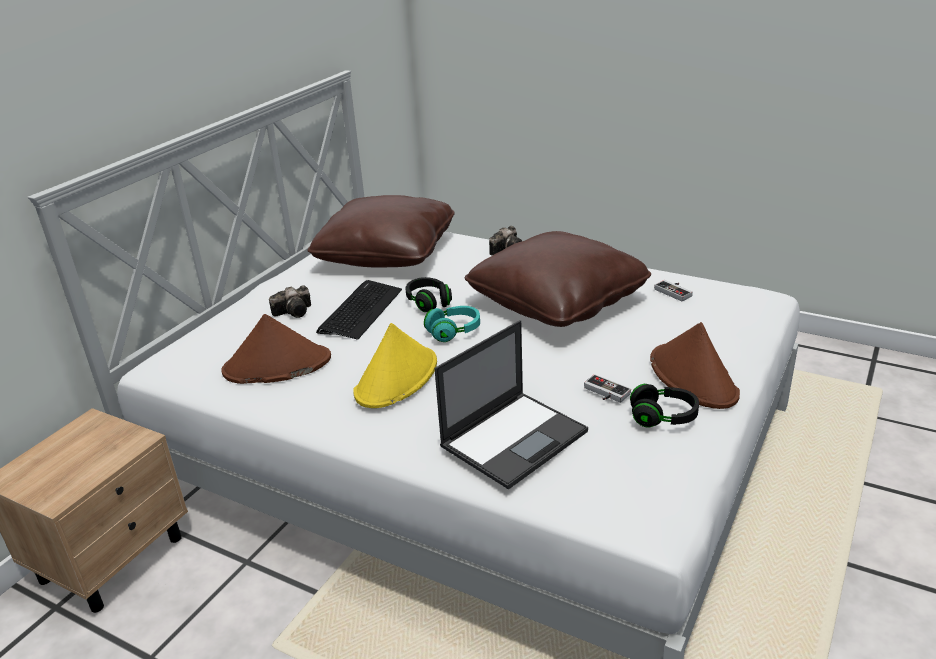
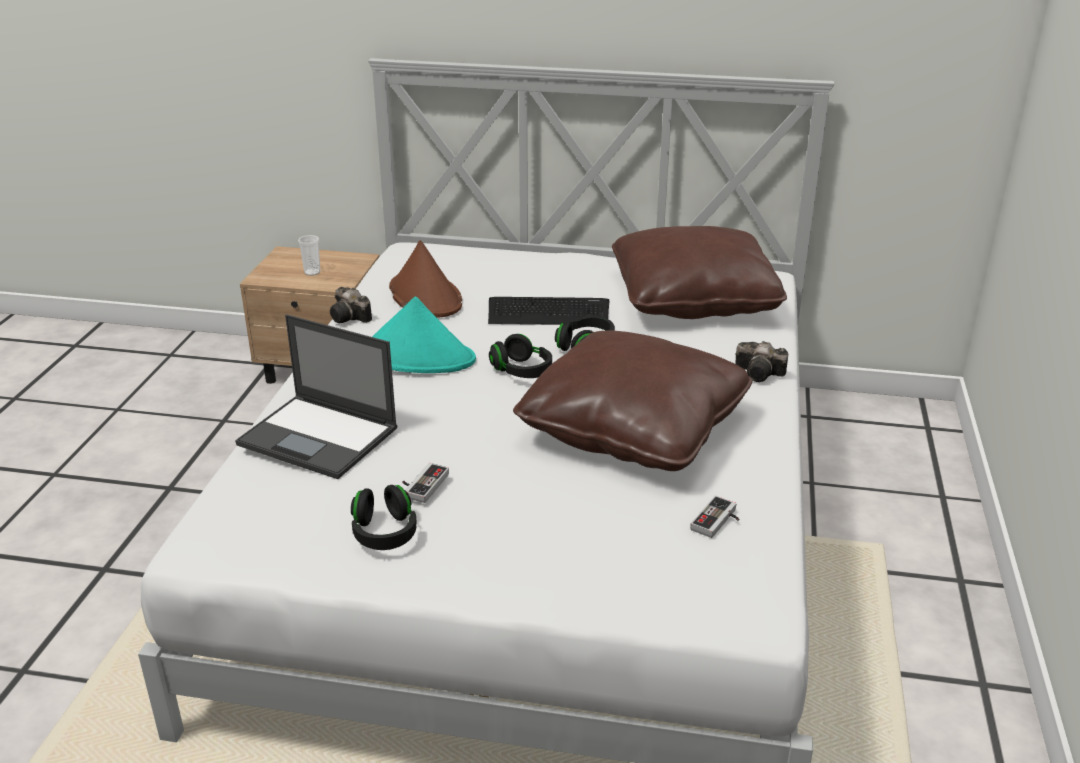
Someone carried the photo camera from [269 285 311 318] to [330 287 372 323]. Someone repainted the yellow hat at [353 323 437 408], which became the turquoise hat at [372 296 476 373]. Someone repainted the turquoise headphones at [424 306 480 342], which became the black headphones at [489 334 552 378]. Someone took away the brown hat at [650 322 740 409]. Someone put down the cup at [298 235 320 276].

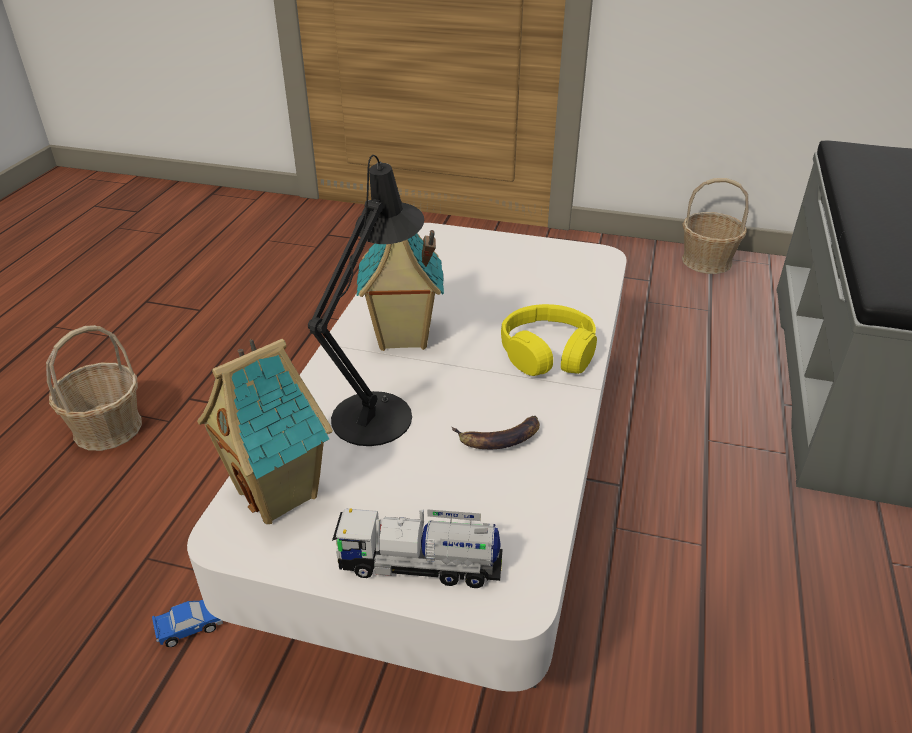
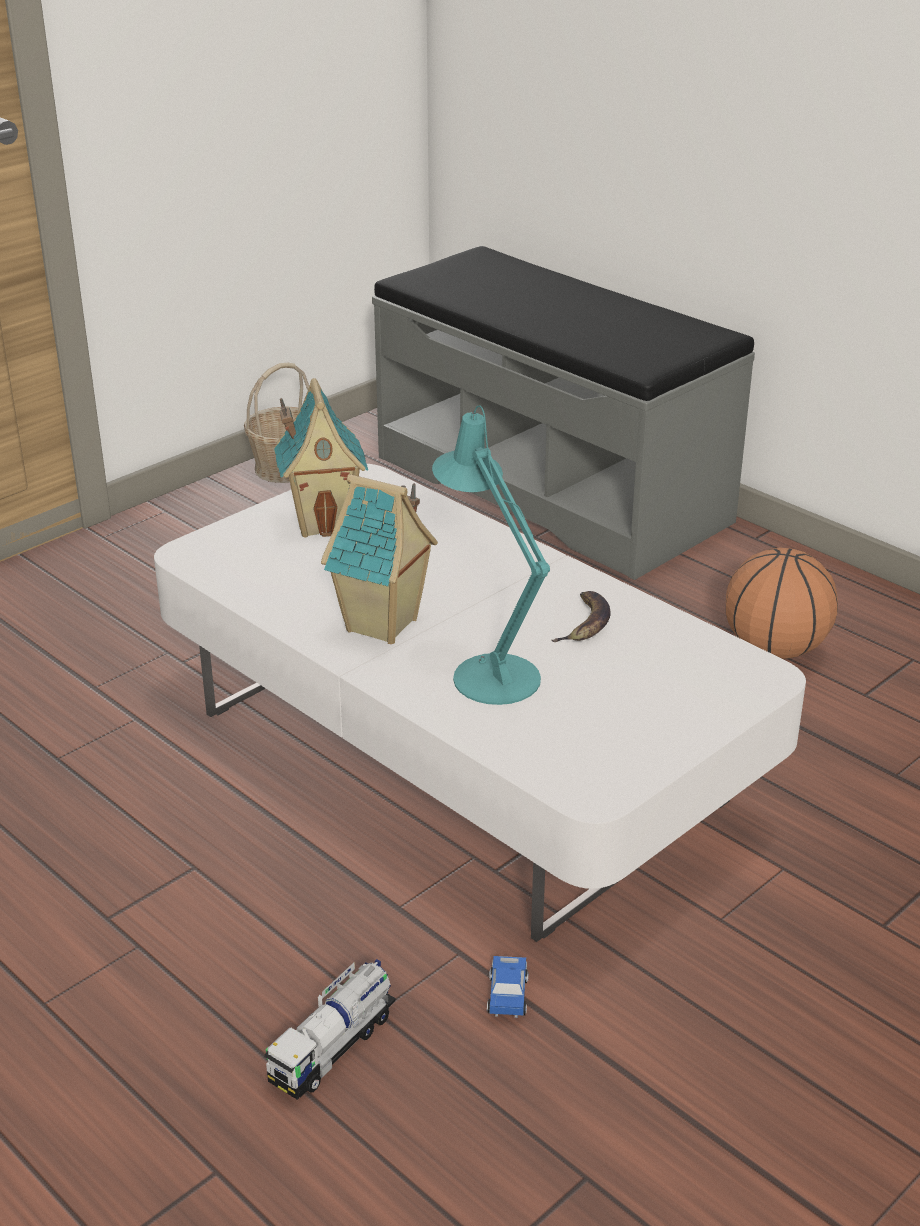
Someone took away the basket at [46 325 142 451]. Someone carried the toy house from [197 339 333 524] to [274 378 368 538]. Someone repainted the black table lamp at [308 155 424 446], which became the turquoise table lamp at [432 405 550 705]. Someone carried the toy truck from [332 509 503 588] to [264 959 396 1100]. Someone took away the yellow headphones at [501 304 597 376]. Someone put down the basketball at [726 548 838 659].

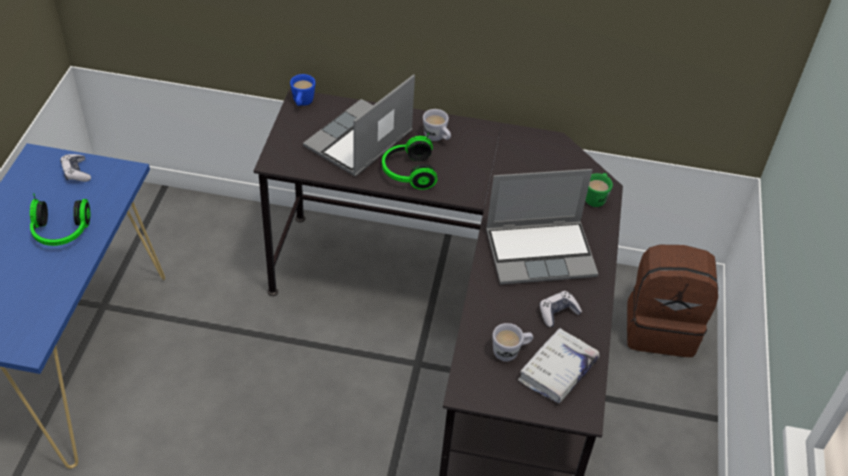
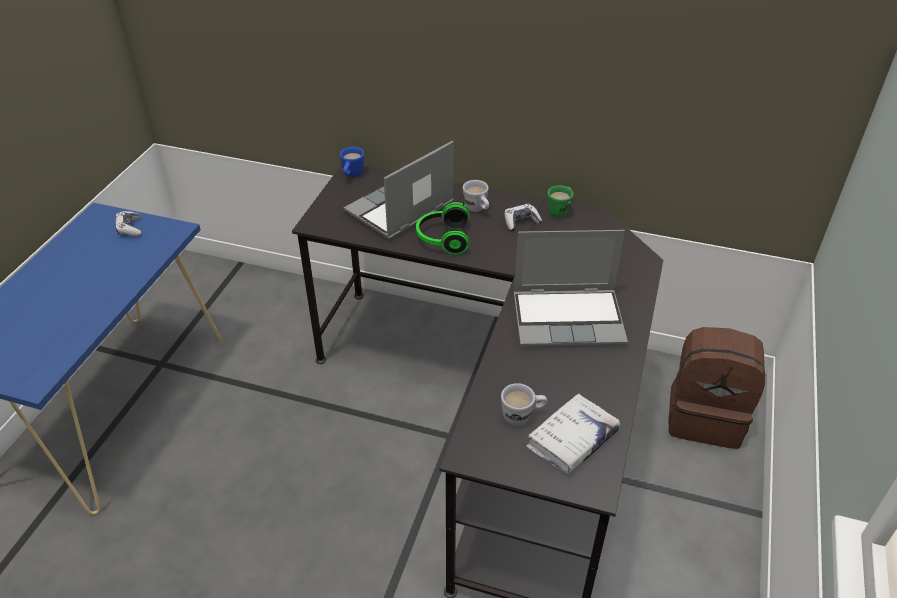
Someone took away the headphones at [30 193 90 246]. Someone carried the game controller from [539 291 582 327] to [505 204 542 231]. Someone carried the green mug from [585 173 613 207] to [547 185 574 218].

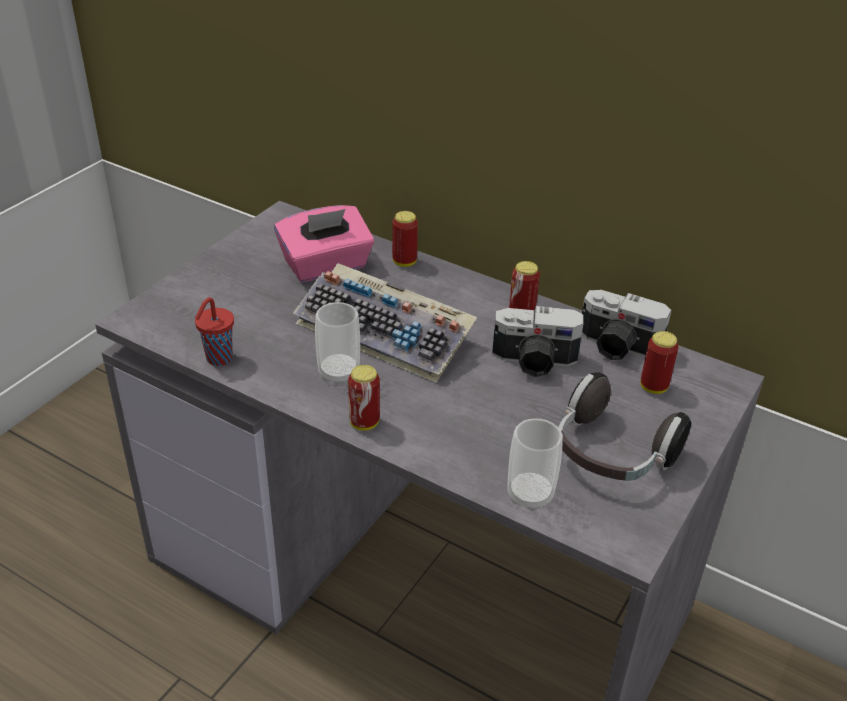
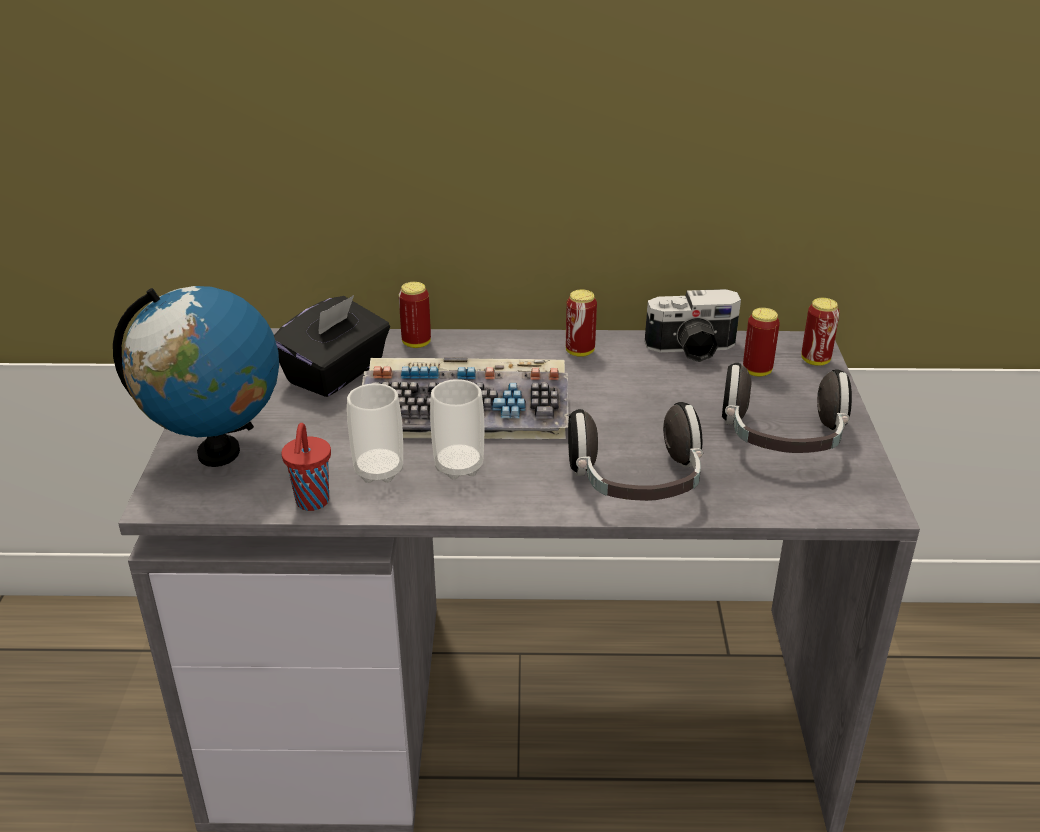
Someone repainted the pink tissue box at [274 205 374 282], which became the black tissue box at [274 295 390 397]. Someone carried the can from [348 365 380 431] to [801 298 840 366]. Someone took away the photo camera at [492 306 584 377]. Someone carried the cup from [508 418 563 511] to [347 383 403 483]. Someone put down the globe at [113 286 279 467]. Someone put down the headphones at [568 402 703 501].

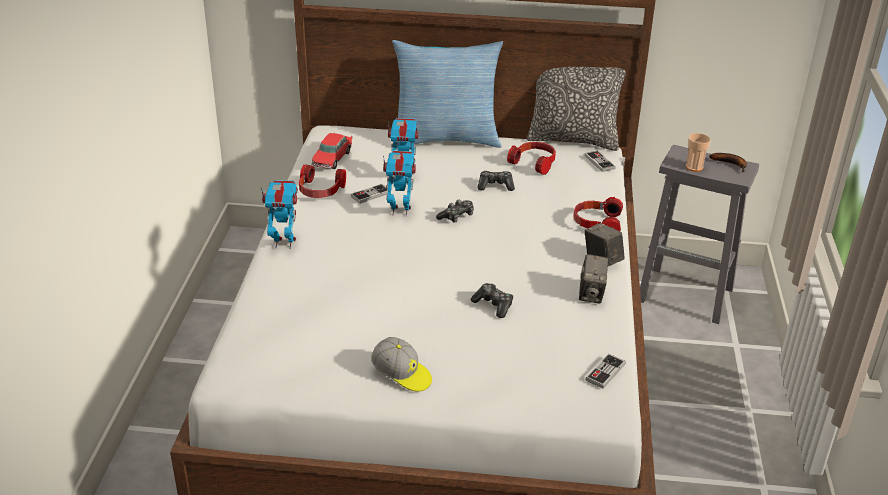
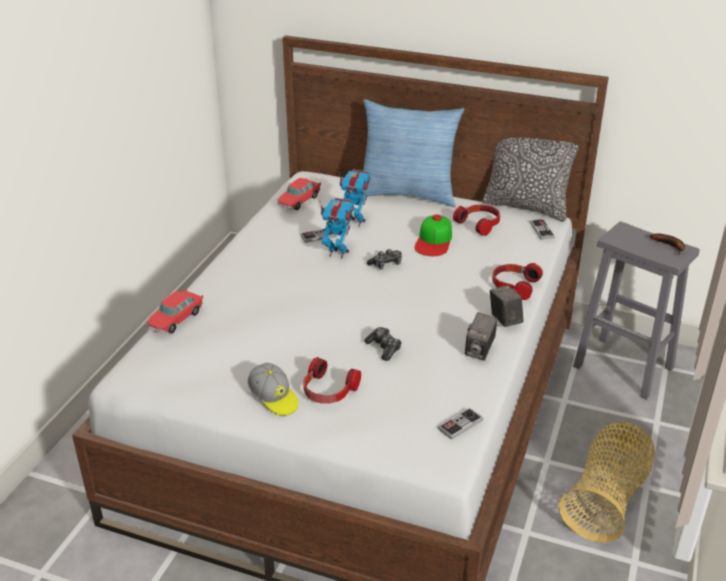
Someone took away the toy robot at [261 180 298 249]. Someone carried the headphones from [299 164 346 198] to [303 357 361 404]. Someone swapped the game controller at [478 171 515 191] for the cap at [414 215 452 256]. Someone took away the cup at [686 133 711 172]. Someone put down the toy car at [147 289 203 333]. Someone put down the basket at [559 422 655 543].

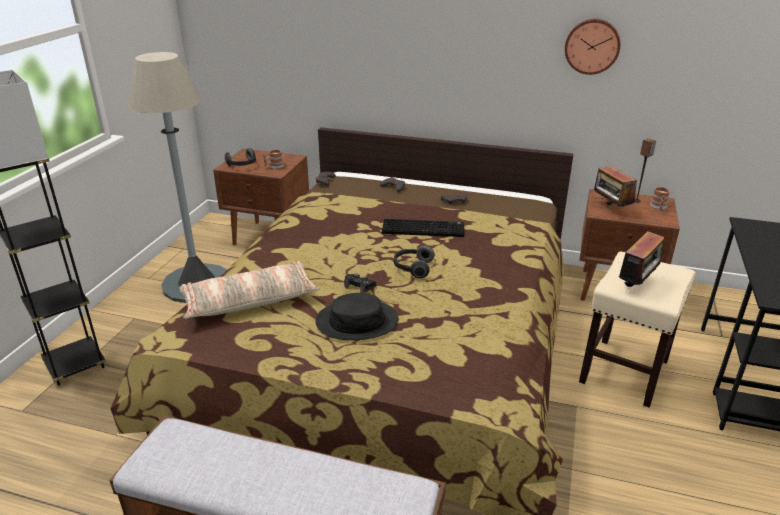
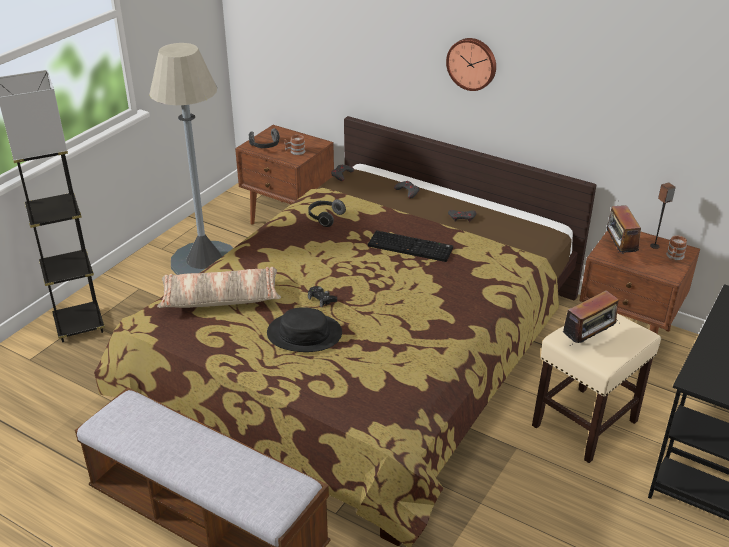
Someone carried the headphones from [394 245 435 278] to [308 199 346 227]. Someone carried the wall clock from [565 19 620 75] to [446 38 496 91].

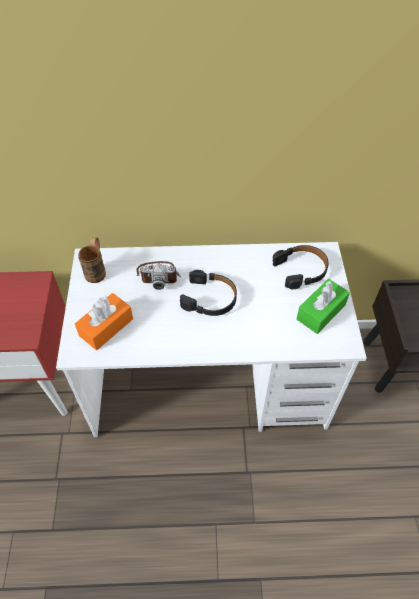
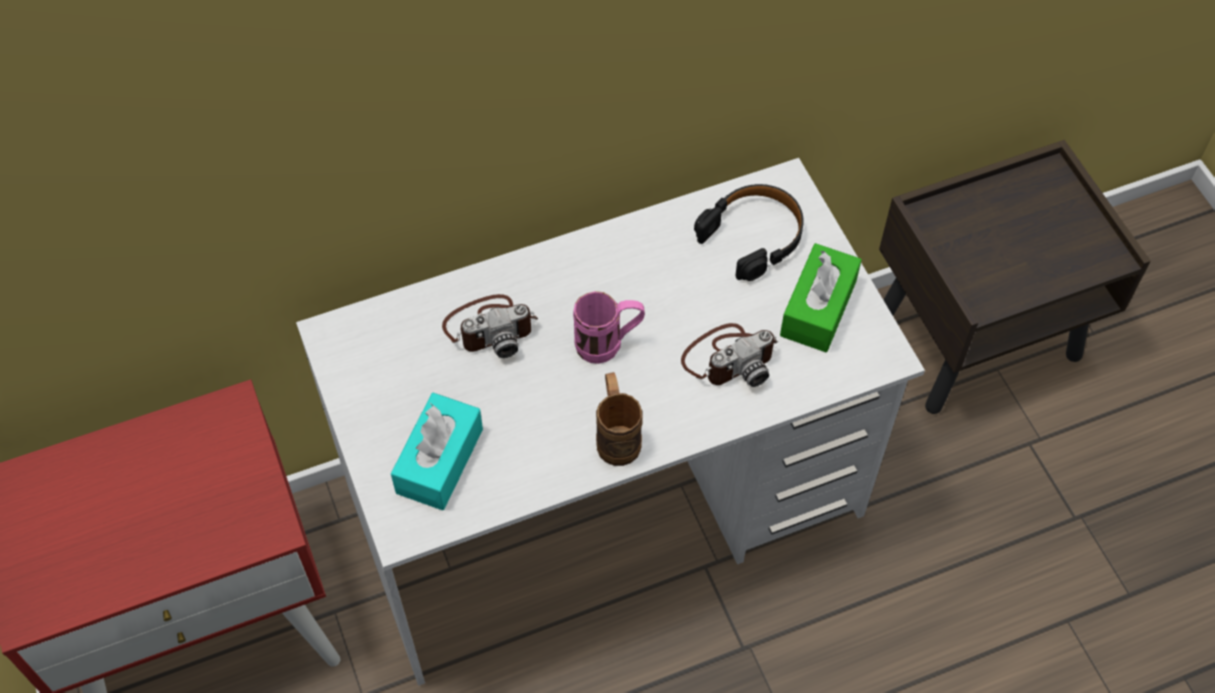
Someone repainted the orange tissue box at [75 293 133 350], which became the turquoise tissue box at [391 393 483 510]. Someone carried the brown mug from [78 237 106 283] to [596 372 643 466]. Someone swapped the black headphones at [180 270 237 316] for the pink mug at [573 291 645 364]. Someone put down the photo camera at [681 323 778 387].

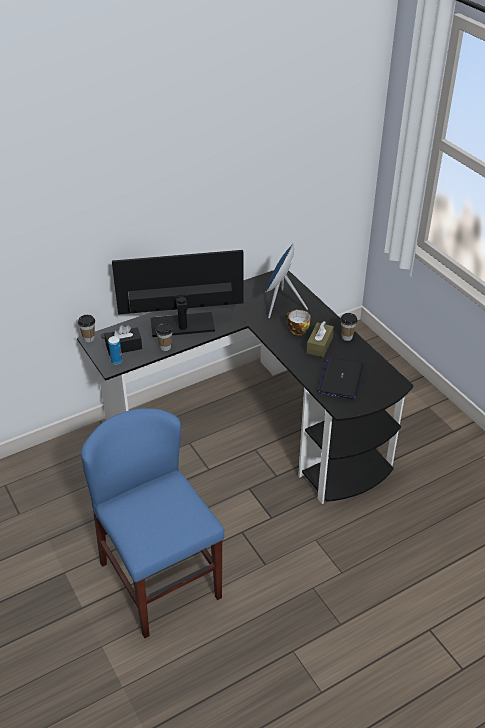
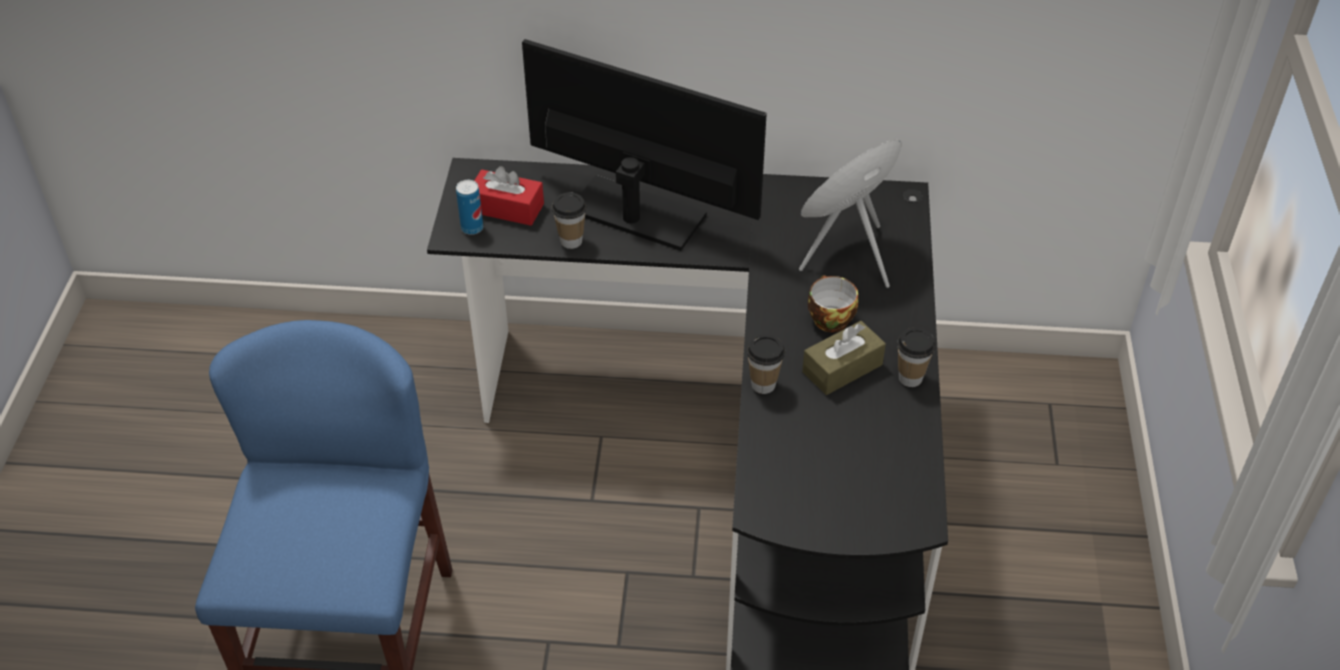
Someone carried the cup from [78 315 95 343] to [747 334 785 394]. Someone repainted the black tissue box at [104 325 142 355], which became the red tissue box at [474 166 544 226]. Someone took away the laptop at [318 357 364 399].

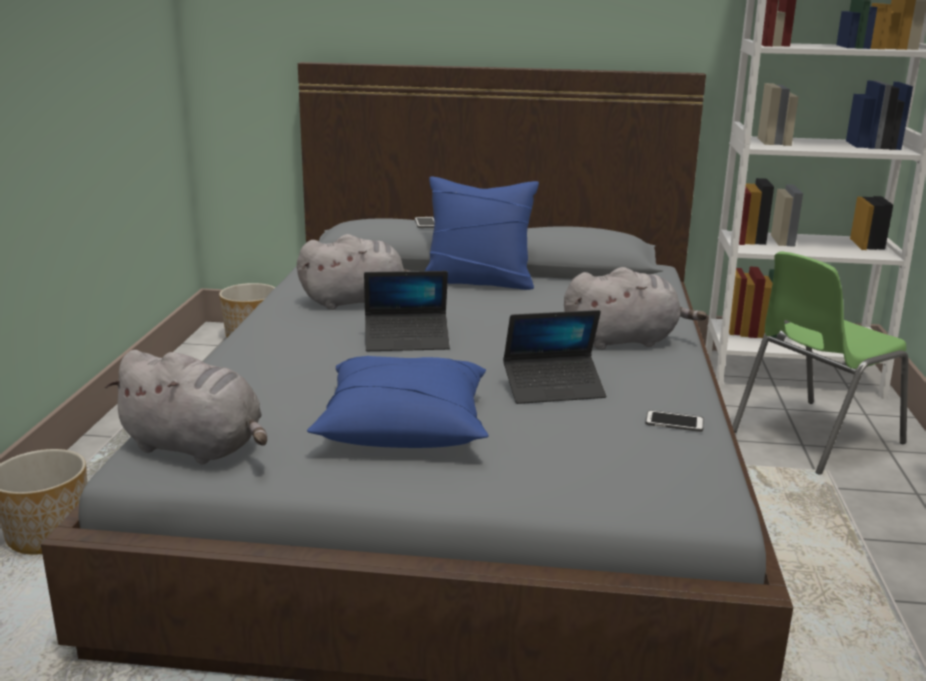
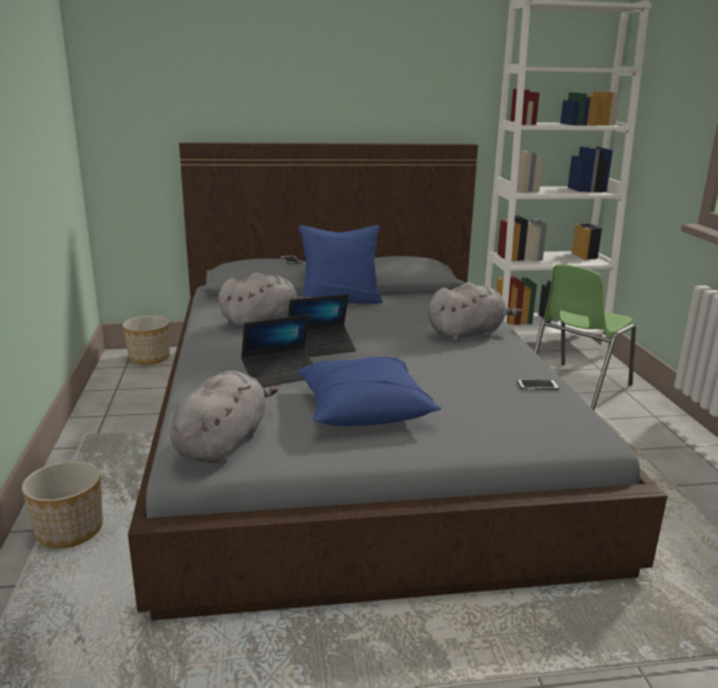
Someone rotated the grey plush toy at [105 350 267 464] by 75 degrees counterclockwise. Someone carried the laptop from [503 310 606 404] to [241 314 313 387].

